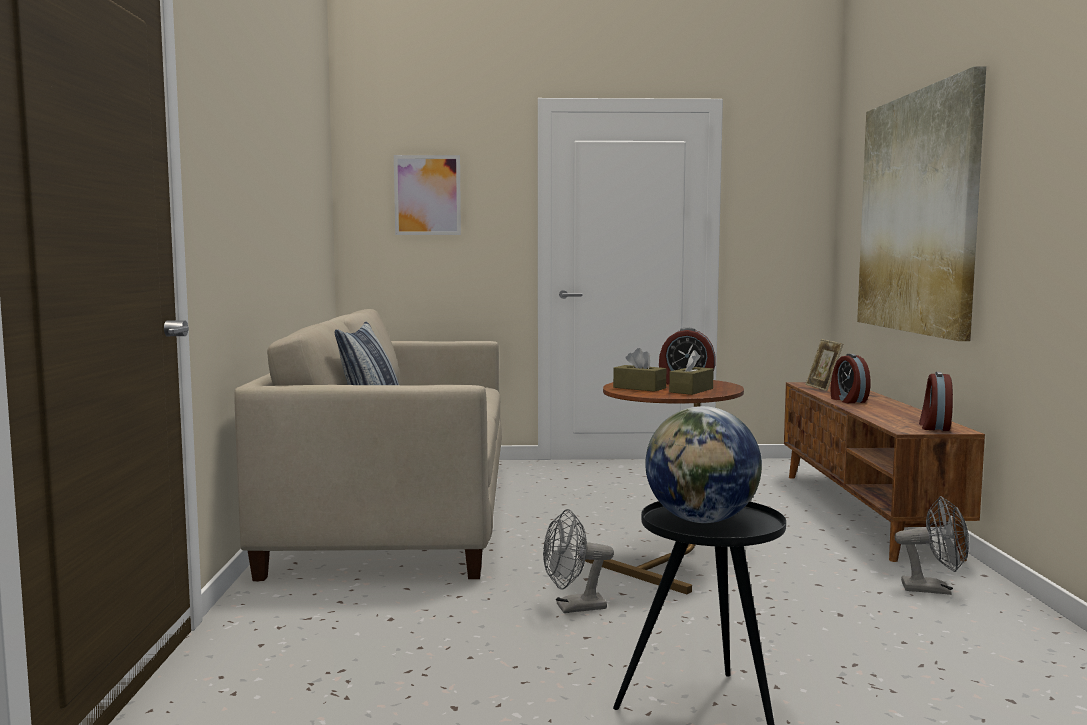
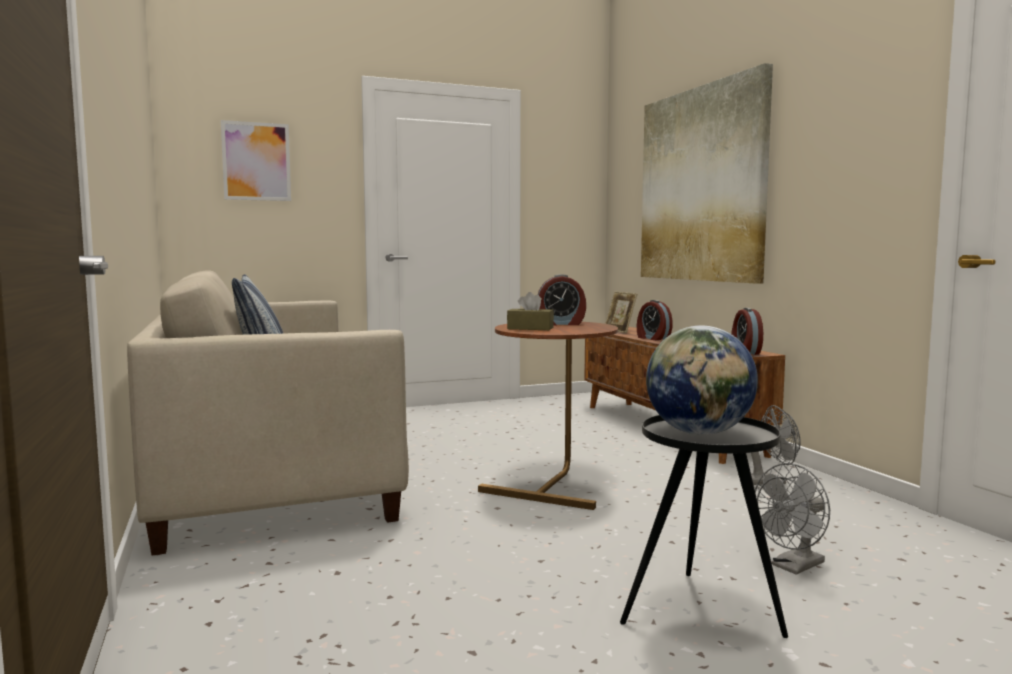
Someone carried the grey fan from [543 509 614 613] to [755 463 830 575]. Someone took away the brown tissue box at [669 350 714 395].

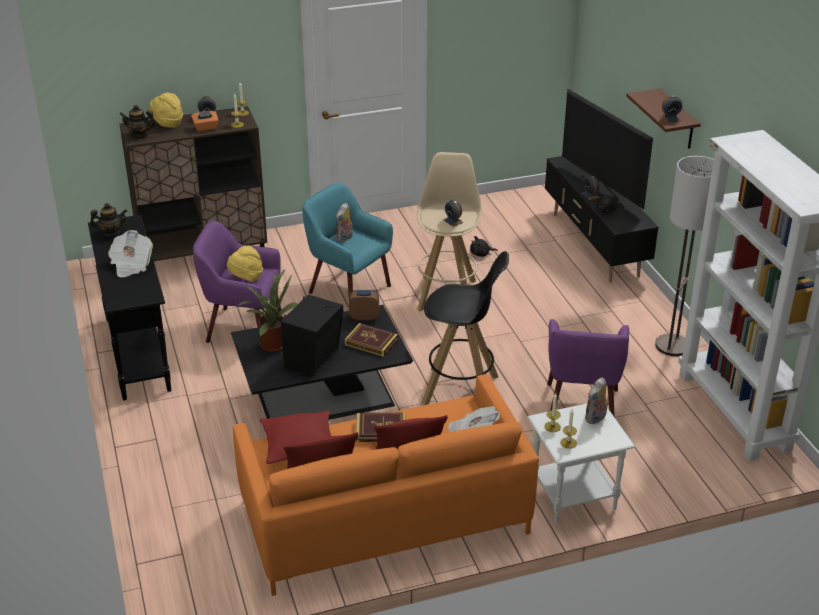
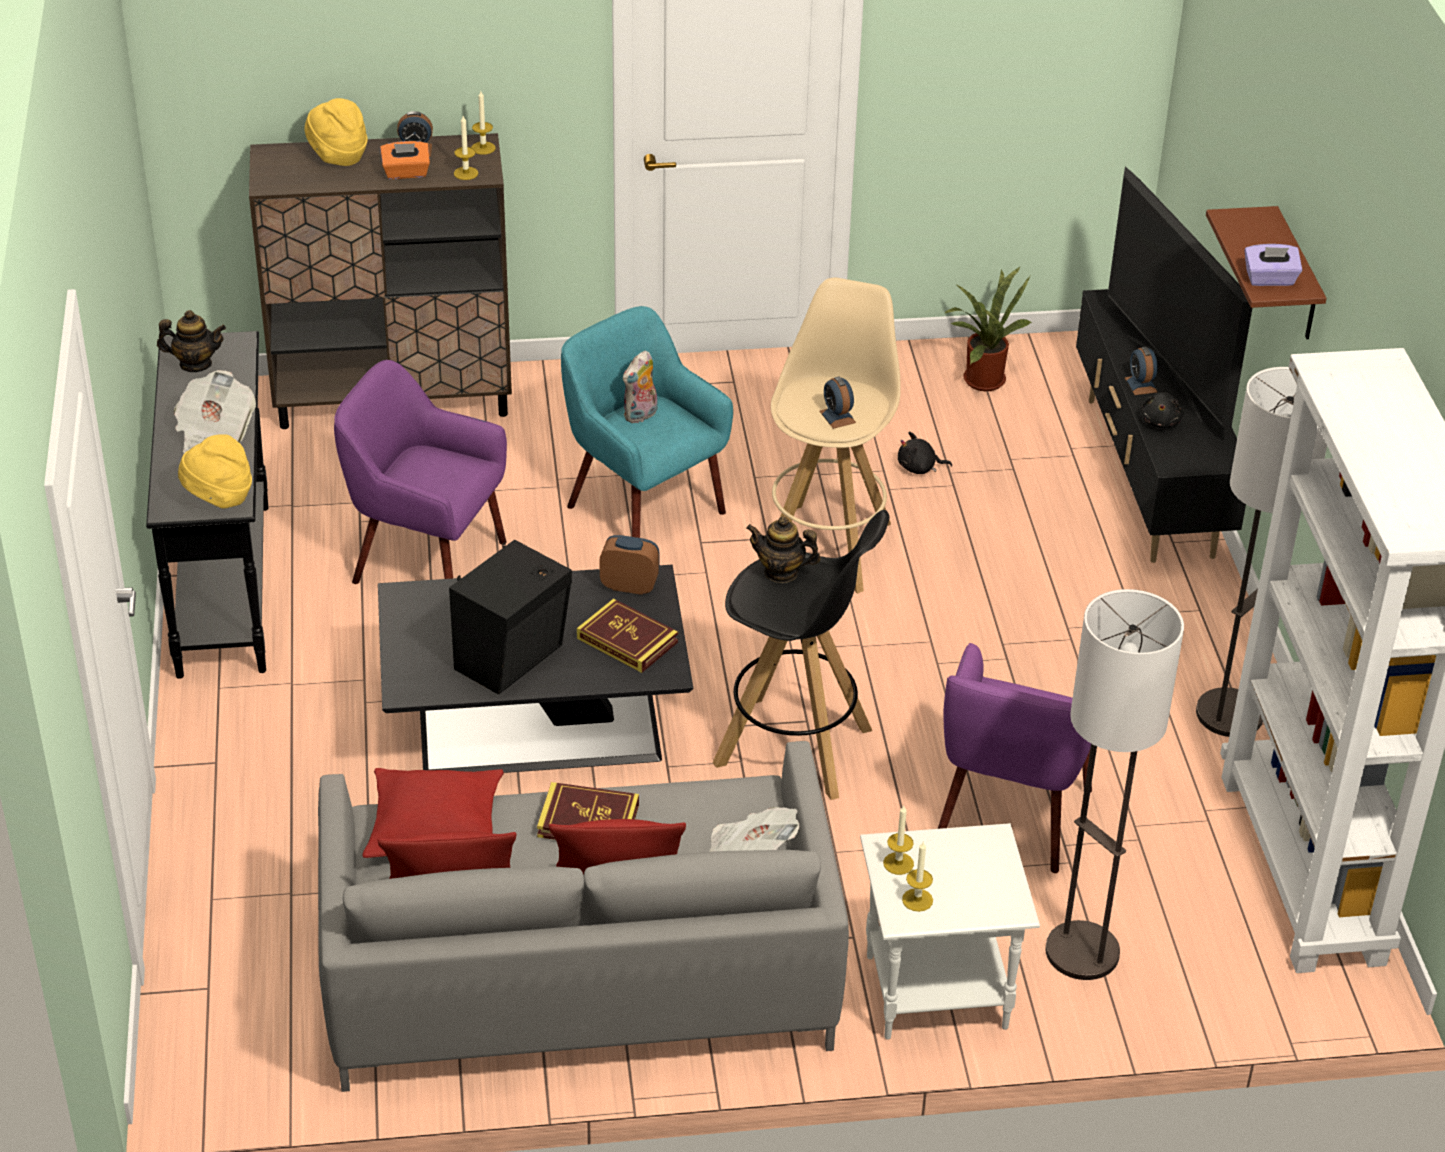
Someone carried the teapot from [120 105 157 139] to [746 516 821 583]. Someone carried the yellow hat from [227 246 263 282] to [178 434 252 509]. Someone repainted the orange sofa at [233 374 539 596], which became the grey sofa at [318 741 849 1092]. Someone carried the potted plant from [238 270 298 352] to [945 266 1032 391]. Someone took away the plush toy at [585 377 609 424]. Someone swapped the alarm clock at [660 95 682 123] for the purple tissue box at [1245 244 1302 286]. Someone put down the floor lamp at [1046 589 1184 980].

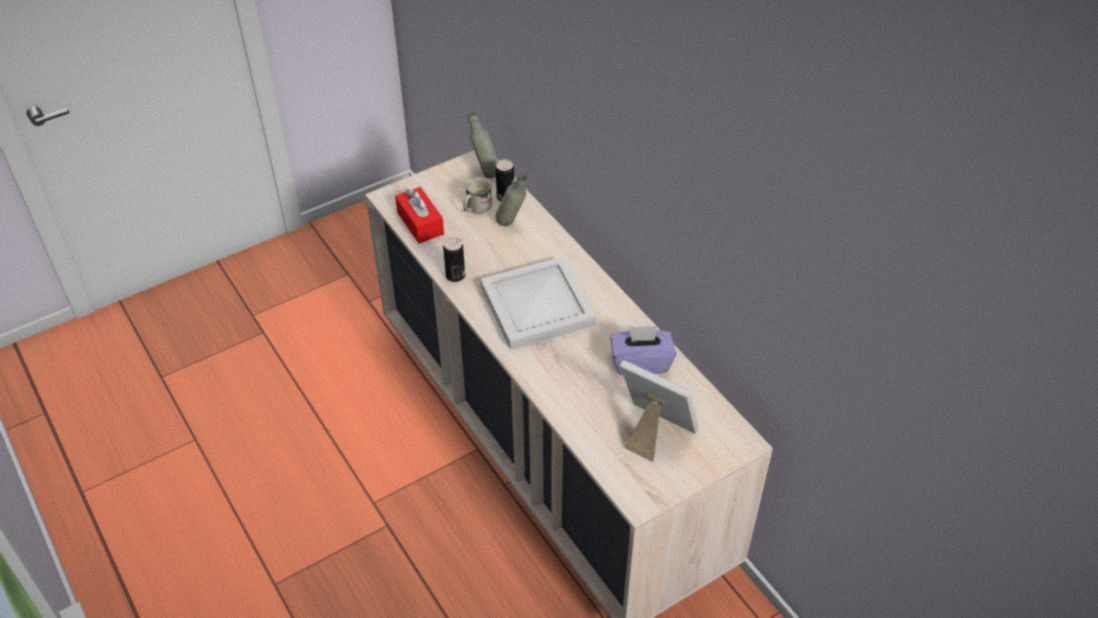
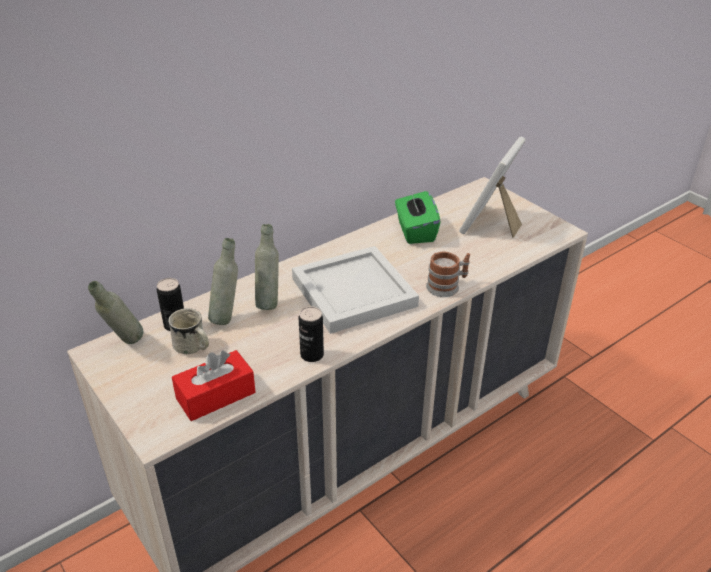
Someone repainted the purple tissue box at [610 326 676 375], which became the green tissue box at [395 188 441 244]. Someone put down the grey bottle at [255 224 279 310]. Someone put down the mug at [426 251 470 297].

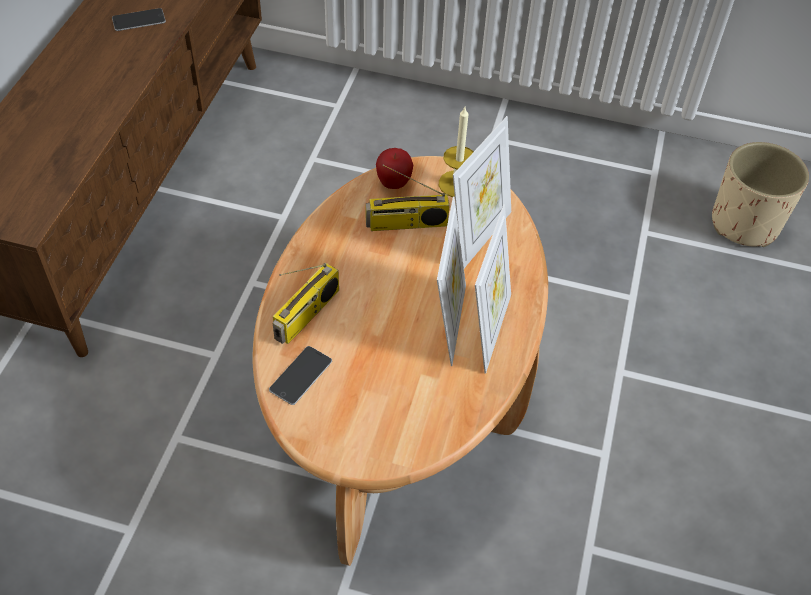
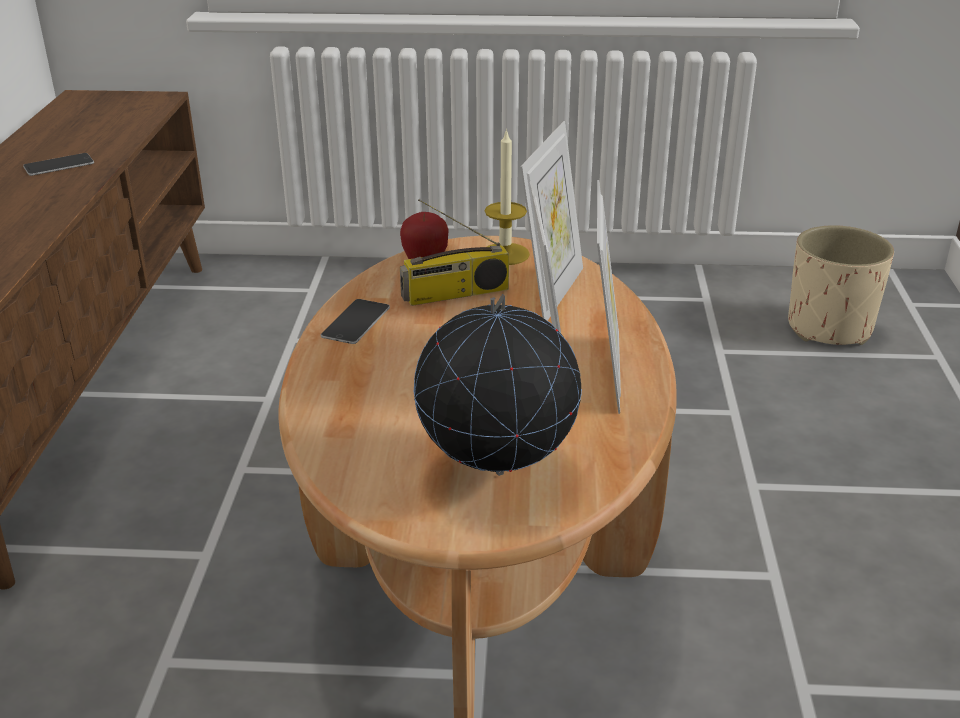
Someone carried the phone from [269 346 332 405] to [321 299 390 344]. Someone took away the radio at [273 263 339 344]. Someone put down the globe at [414 294 582 476].

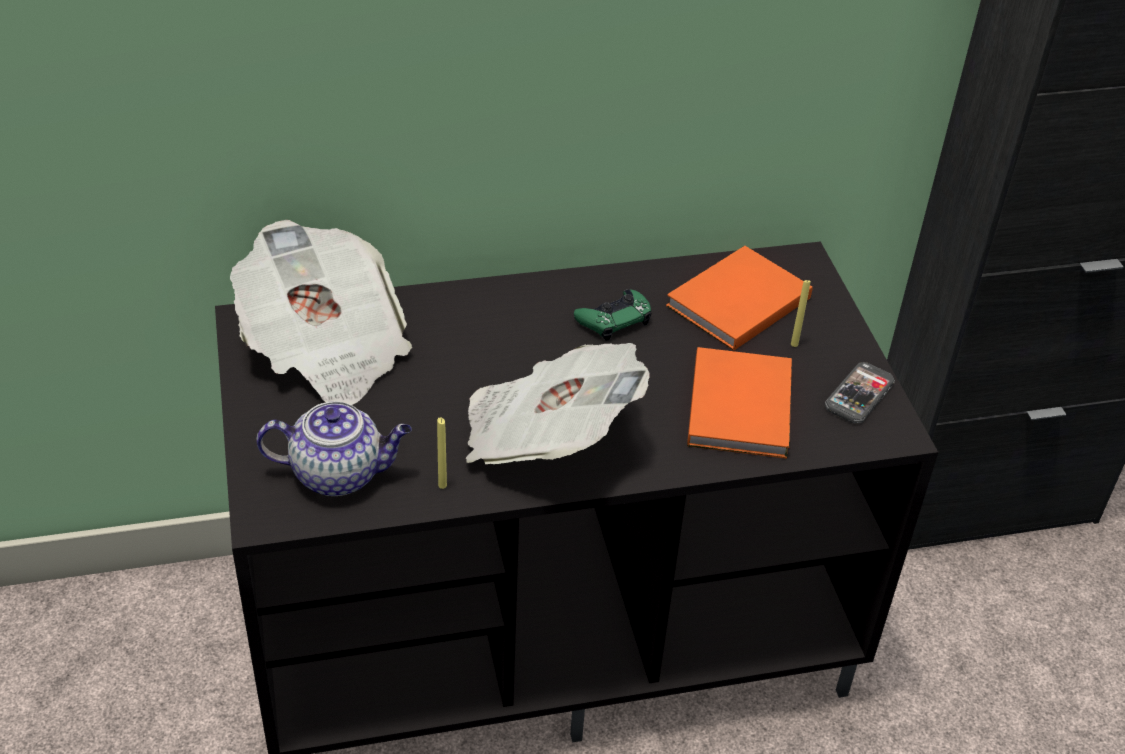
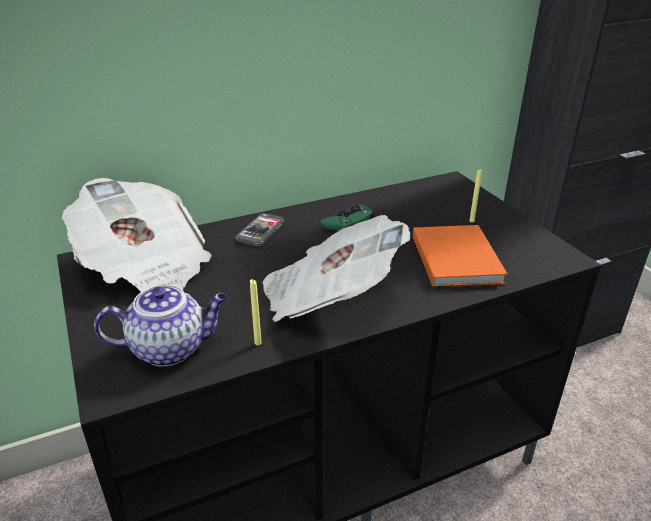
Someone took away the orange book at [666 246 813 351]. Someone carried the phone from [825 362 895 424] to [236 213 284 246].

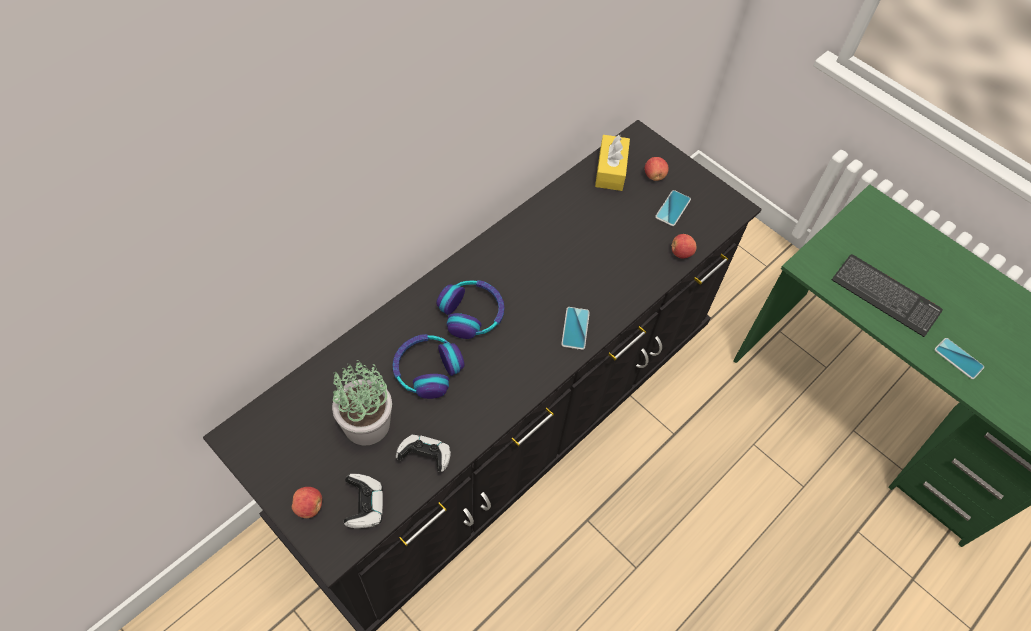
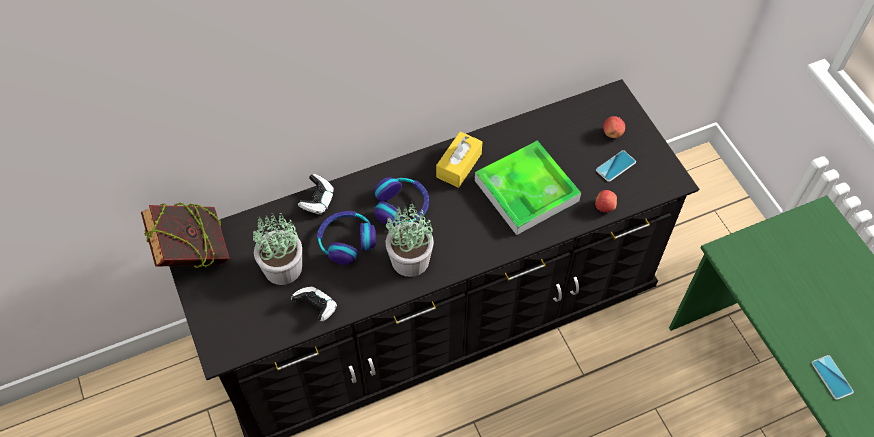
Someone took away the apple at [292 487 322 518]. Someone carried the game controller from [344 474 383 528] to [298 174 334 215]. Someone took away the phone at [561 307 590 350]. Someone carried the yellow tissue box from [595 135 630 191] to [436 131 482 188]. Someone took away the keyboard at [832 254 943 337]. Someone put down the book at [141 202 230 268]. Someone put down the potted plant at [386 201 434 277]. Someone put down the tray at [475 140 581 235].

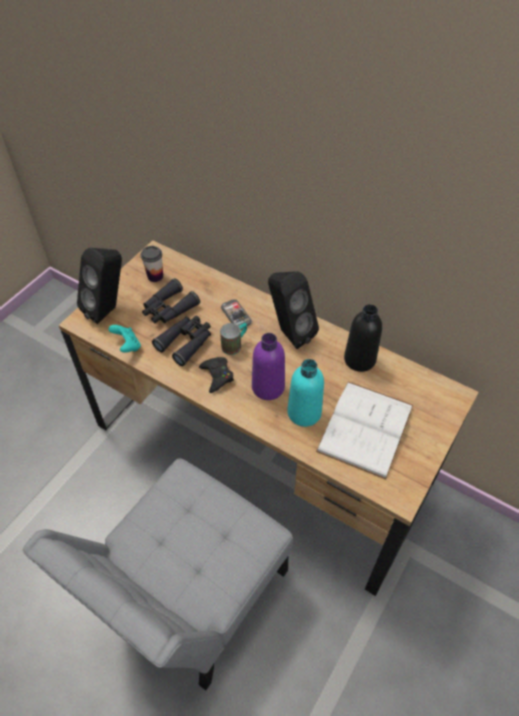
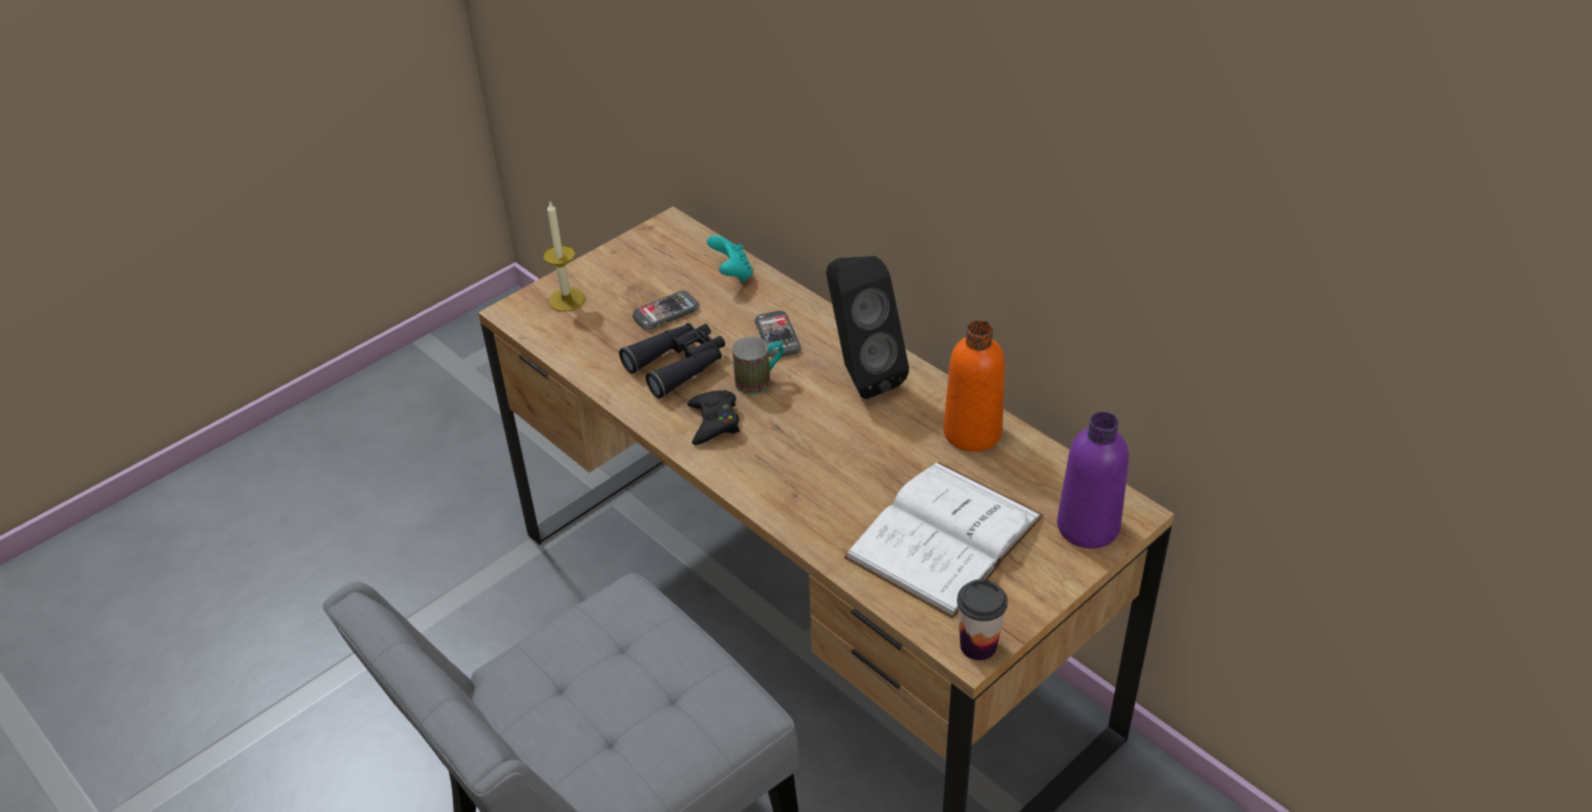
Someone swapped the black speaker at [77 248 122 324] for the candle at [543 202 585 312]. Someone carried the turquoise game controller from [108 325 141 353] to [707 235 753 282]. Someone carried the cup from [140 246 163 282] to [957 579 1008 660]. Someone swapped the black binoculars at [142 278 200 323] for the phone at [632 291 699 330]. Someone carried the purple bottle from [252 333 285 400] to [1057 412 1129 549]. Someone took away the turquoise bottle at [287 359 324 427]. Someone repainted the black bottle at [344 304 382 372], which became the orange bottle at [943 320 1005 452].

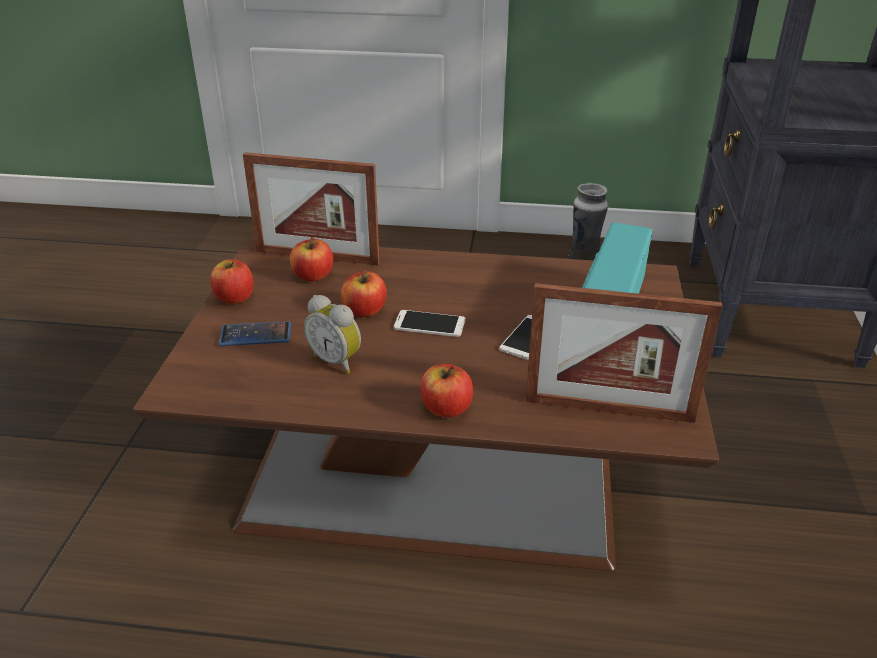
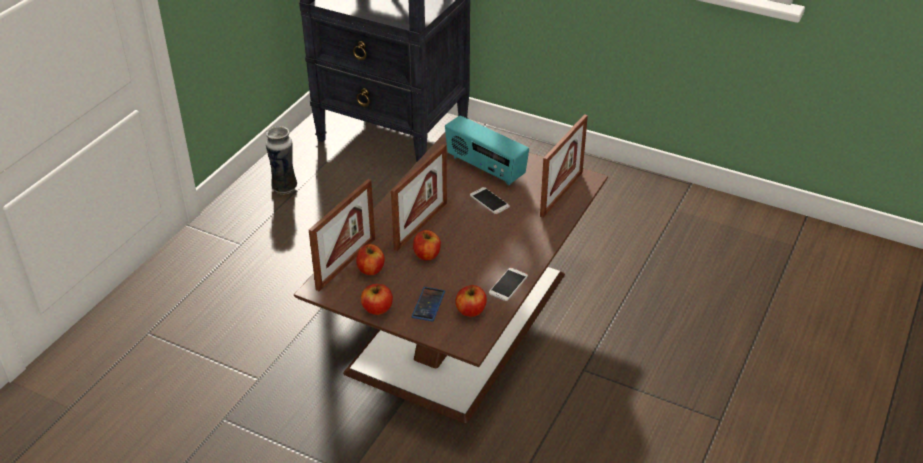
Someone took away the alarm clock at [304 295 361 374]. Someone carried the phone from [394 310 466 337] to [489 268 528 301]. Someone carried the apple from [421 364 473 417] to [455 285 487 317]. Someone put down the picture frame at [391 144 447 251].

